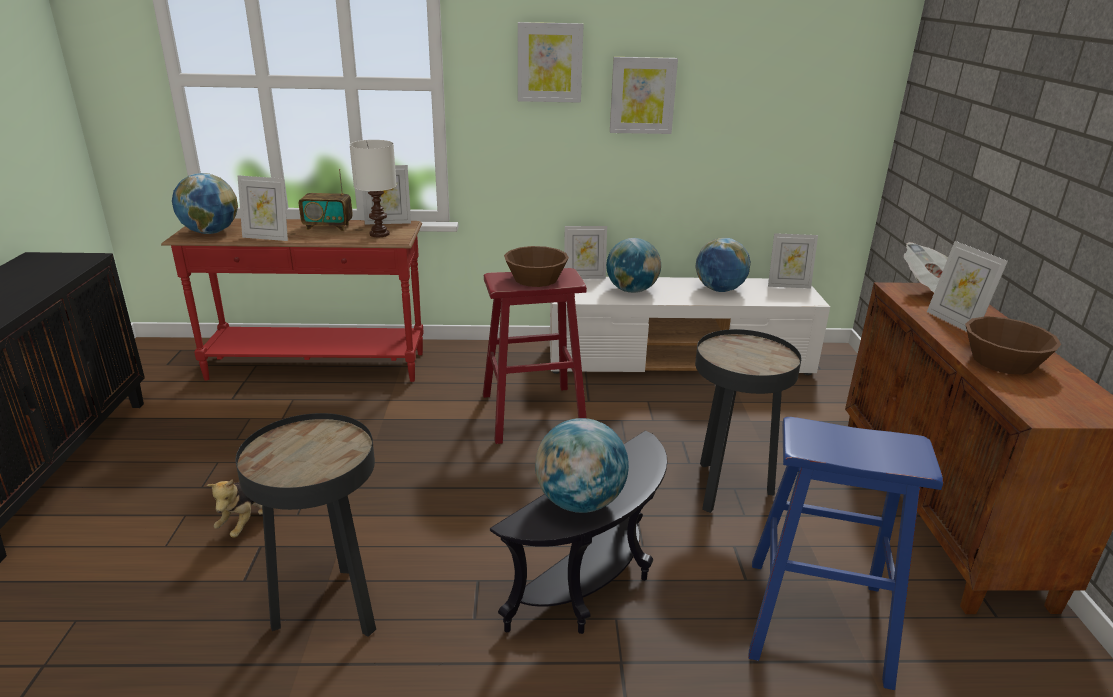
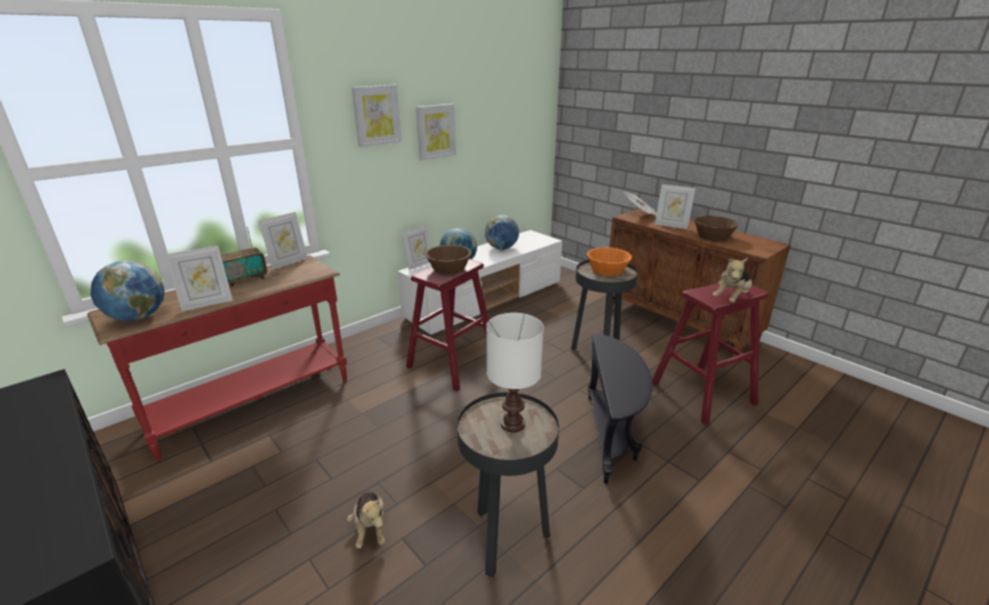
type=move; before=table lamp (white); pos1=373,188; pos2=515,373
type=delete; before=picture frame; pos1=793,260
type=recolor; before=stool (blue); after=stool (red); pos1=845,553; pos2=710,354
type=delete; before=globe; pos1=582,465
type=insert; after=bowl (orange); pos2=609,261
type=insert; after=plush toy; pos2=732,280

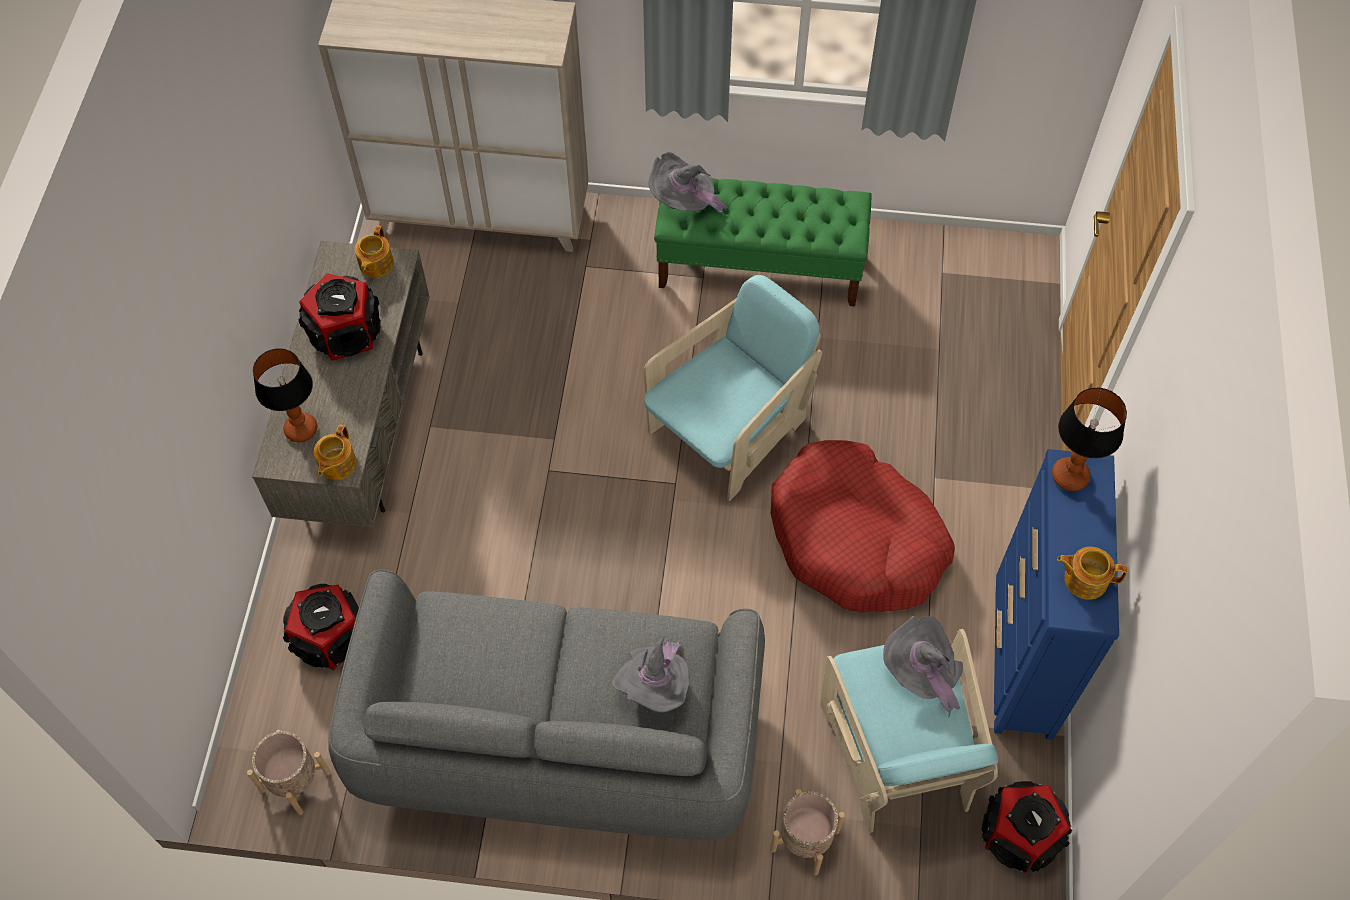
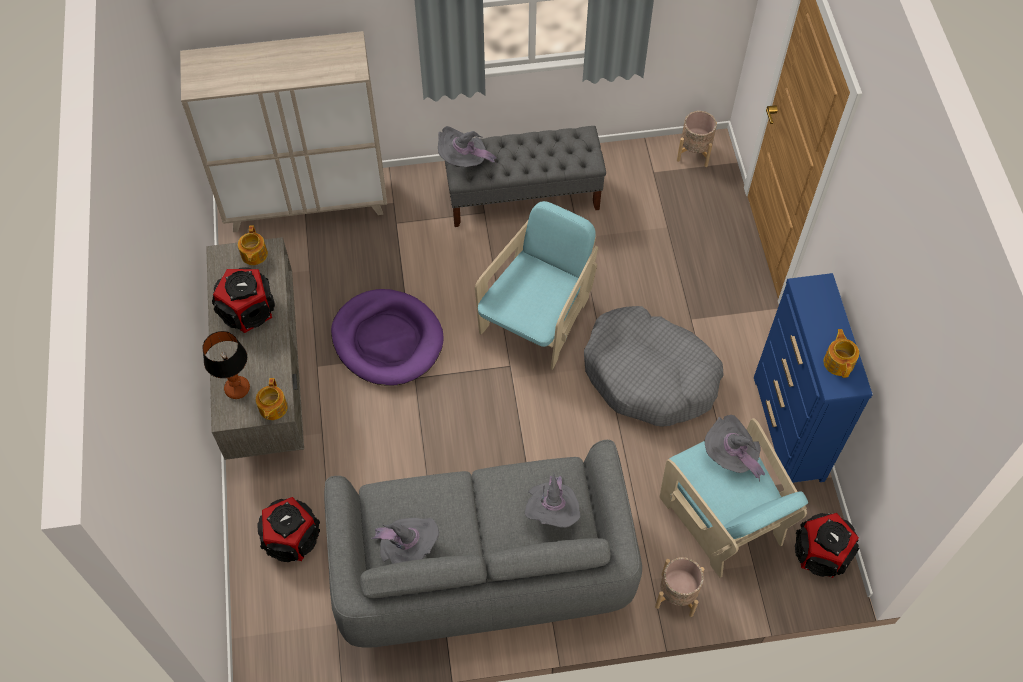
type=recolor; before=bench (green); after=bench (grey); pos1=763,242; pos2=525,176
type=delete; before=table lamp; pos1=1089,439
type=recolor; before=dog bed (red); after=dog bed (grey); pos1=863,526; pos2=654,366
type=rotate; before=teapot; pos1=1092,573; pos2=841,353; turn=90
type=move; before=planter (beige); pos1=289,772; pos2=697,139
type=insert; after=dog bed (purple); pos2=387,337
type=insert; after=hat (grey); pos2=405,541

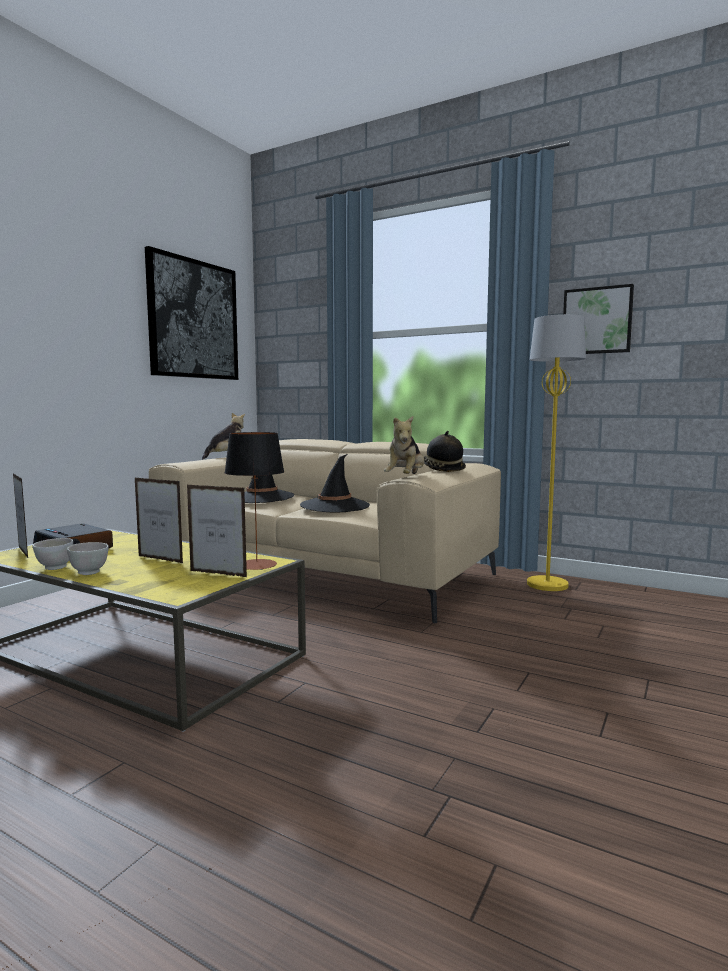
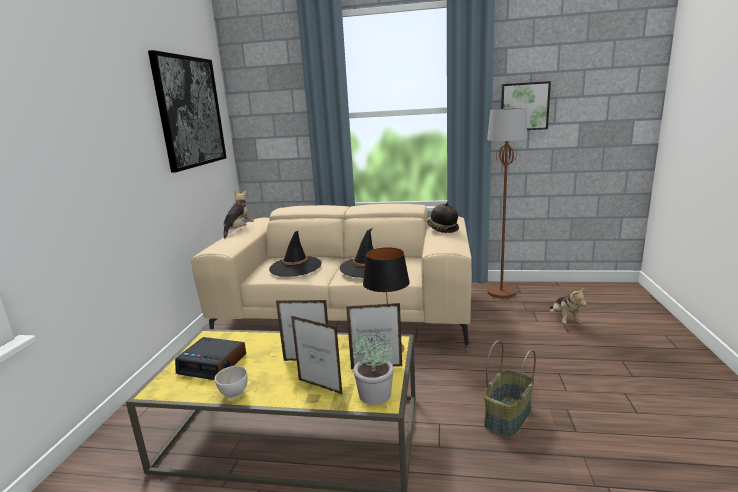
type=recolor; before=floor lamp (yellow); after=floor lamp (brown); pos1=556,452; pos2=507,203
type=move; before=plush toy; pos1=404,445; pos2=568,305
type=move; before=picture frame; pos1=20,515; pos2=317,355
type=delete; before=bowl (white); pos1=88,558
type=insert; after=potted plant; pos2=373,366
type=insert; after=basket; pos2=510,388

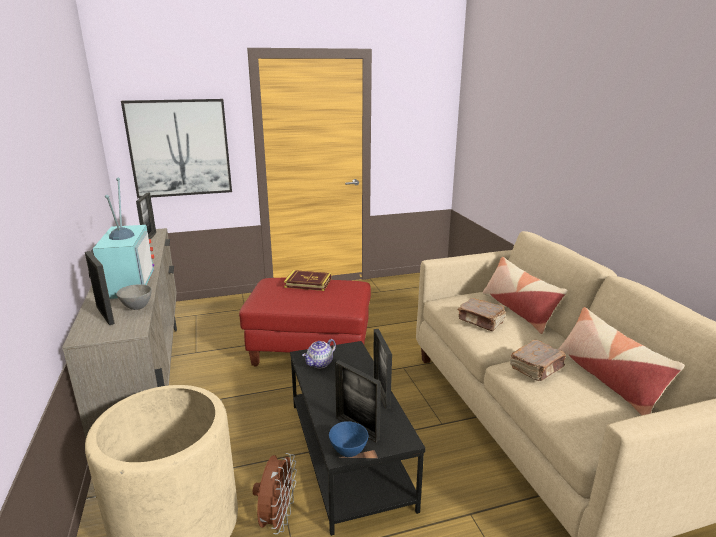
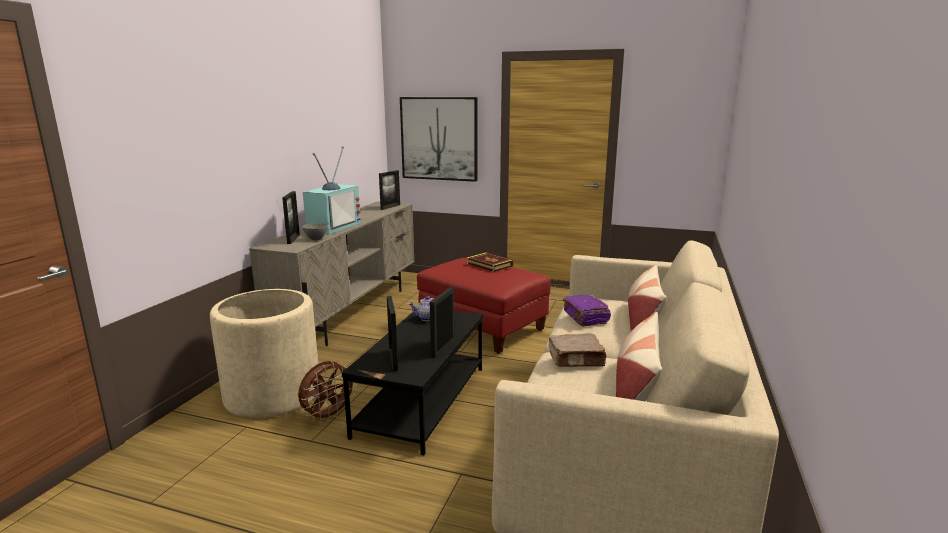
type=recolor; before=book (brown); after=book (purple); pos1=482,314; pos2=587,310
type=delete; before=bowl (blue); pos1=349,439

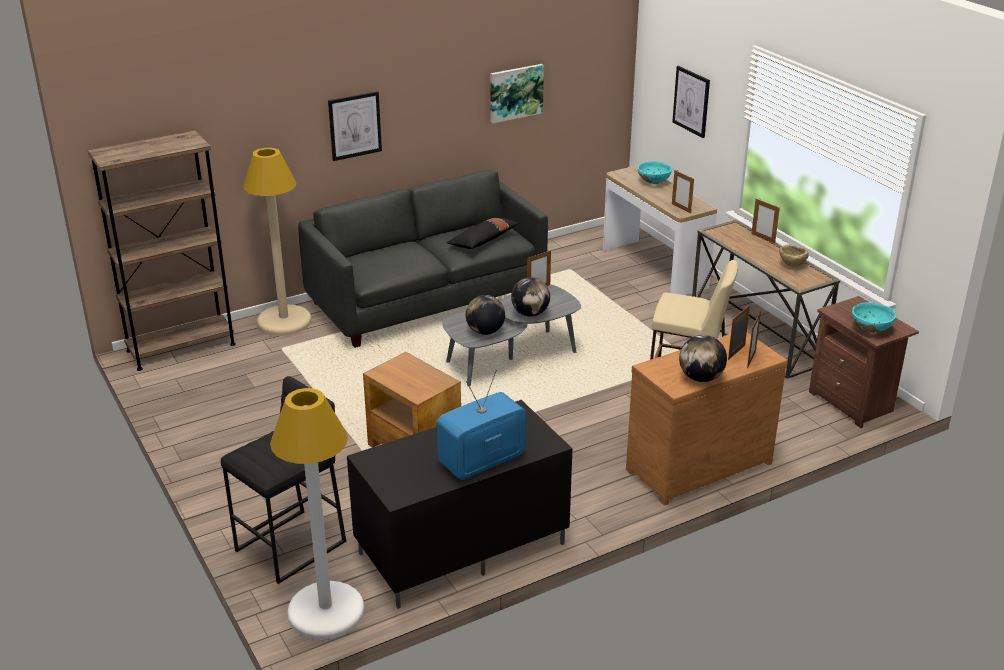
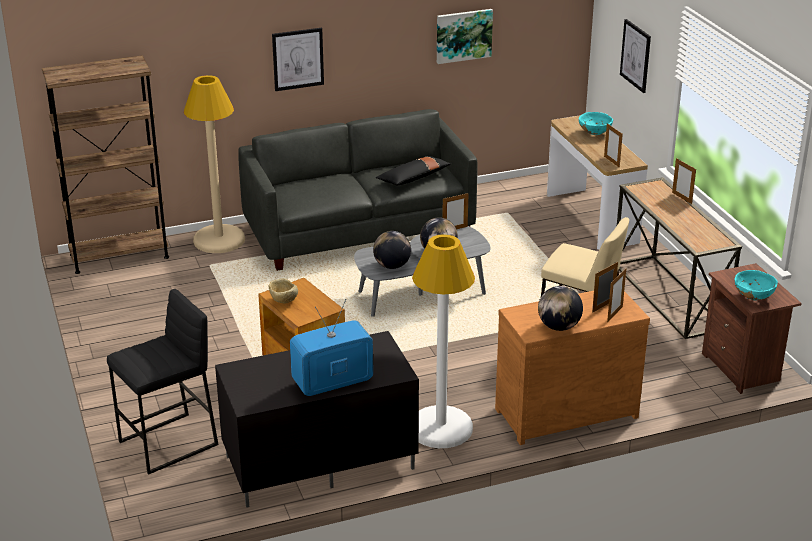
type=move; before=bowl (beige); pos1=794,255; pos2=283,290
type=move; before=floor lamp (white); pos1=317,514; pos2=443,341

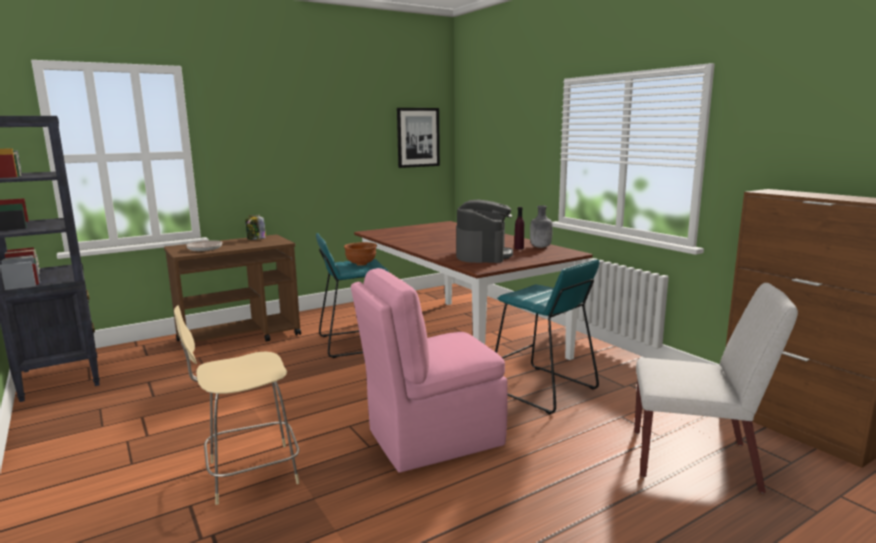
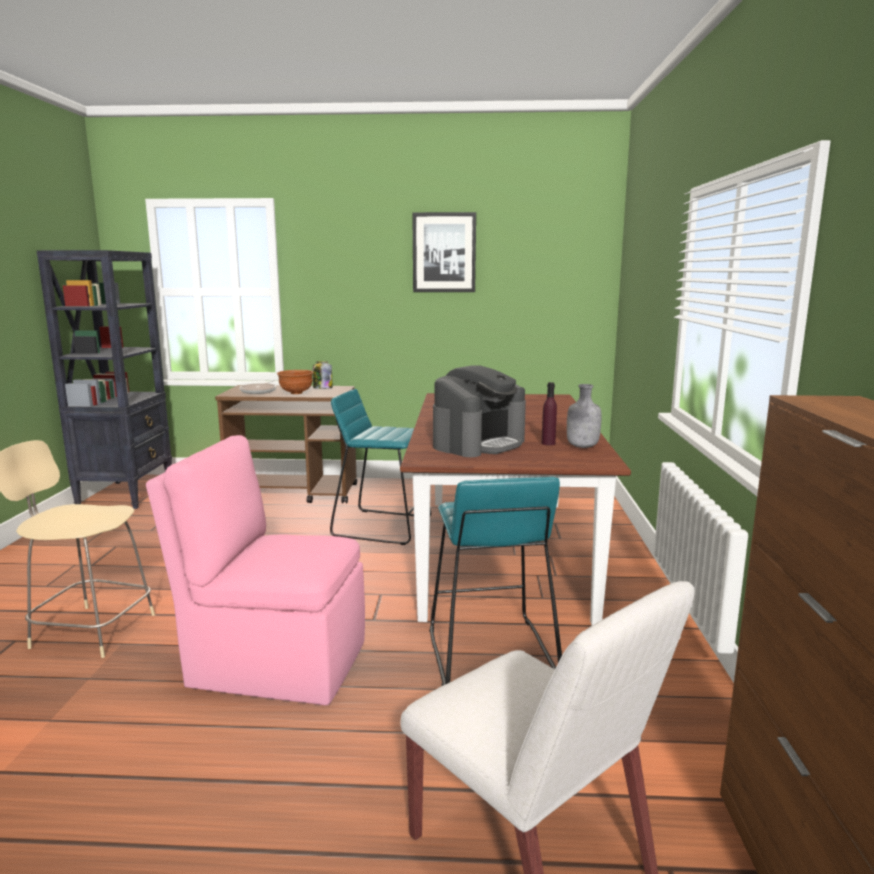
type=move; before=picture; pos1=418,138; pos2=444,252
type=move; before=bowl (brown); pos1=360,254; pos2=295,382

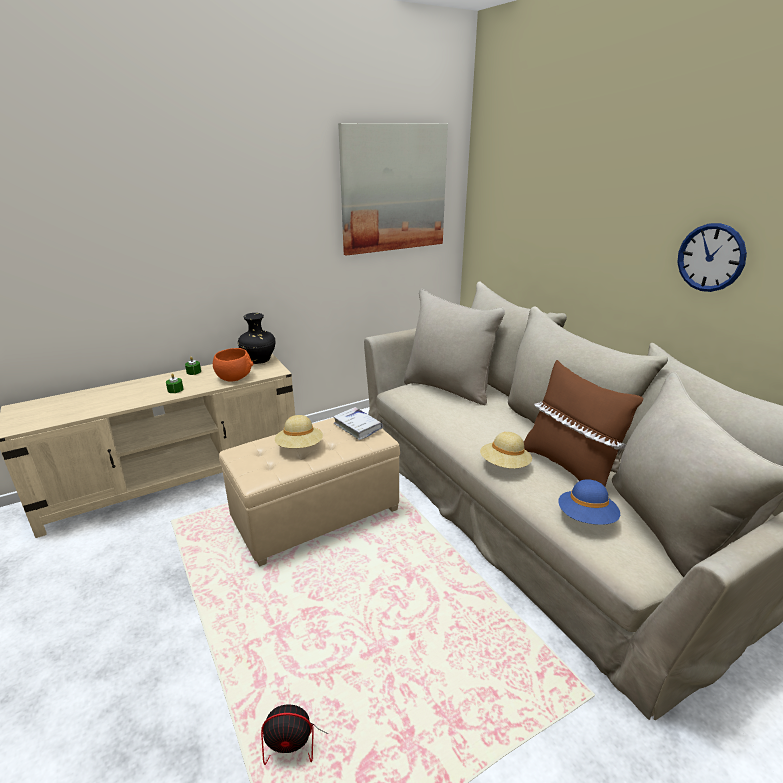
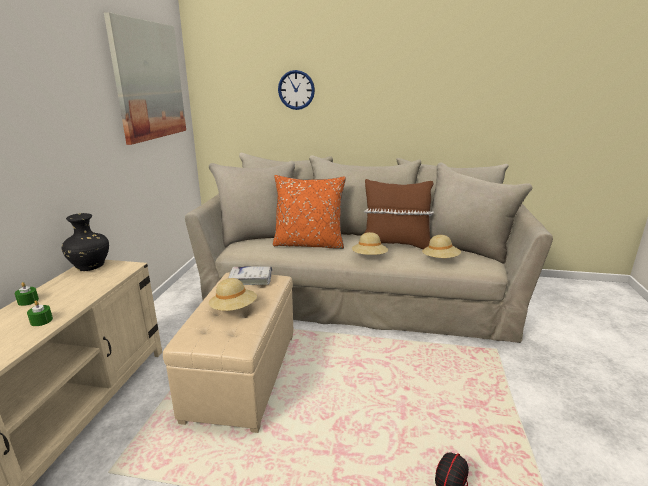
type=move; before=wall clock; pos1=712,257; pos2=296,90
type=delete; before=bowl (orange); pos1=233,365
type=recolor; before=hat (blue); after=hat (beige); pos1=589,502; pos2=441,246
type=insert; after=pillow (orange); pos2=309,212

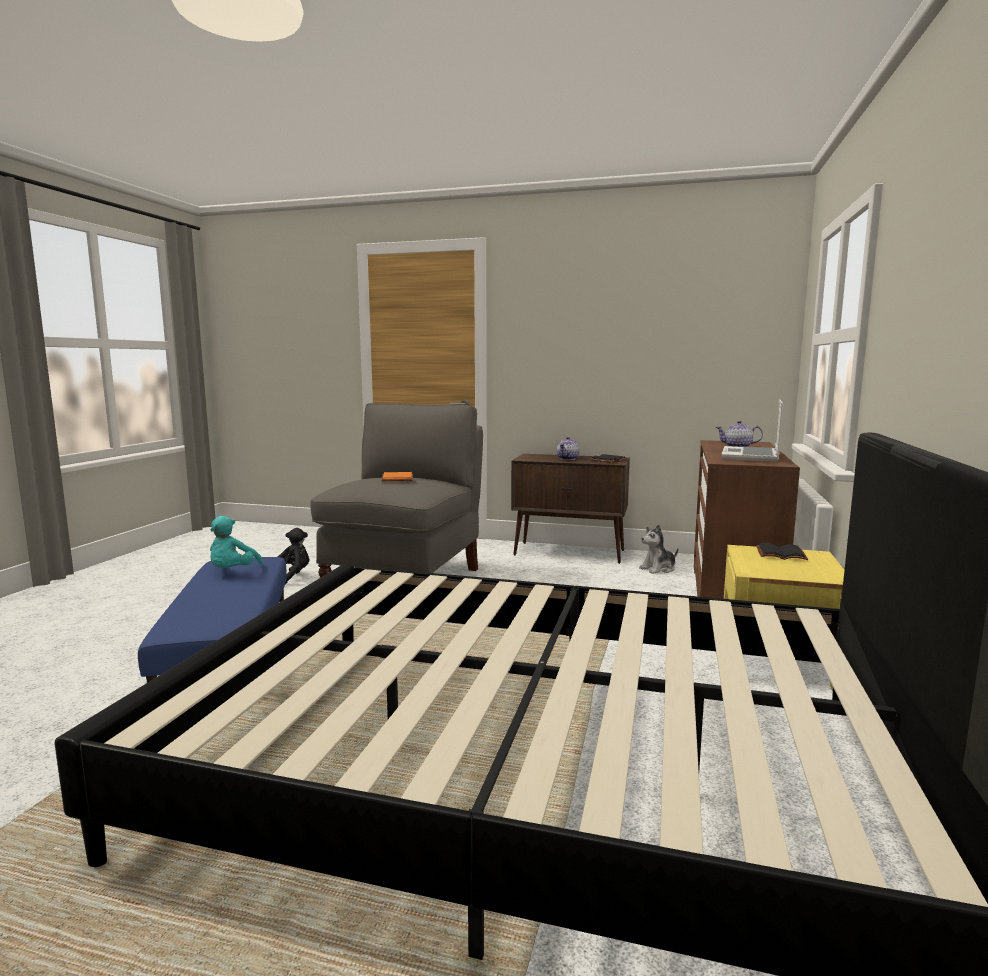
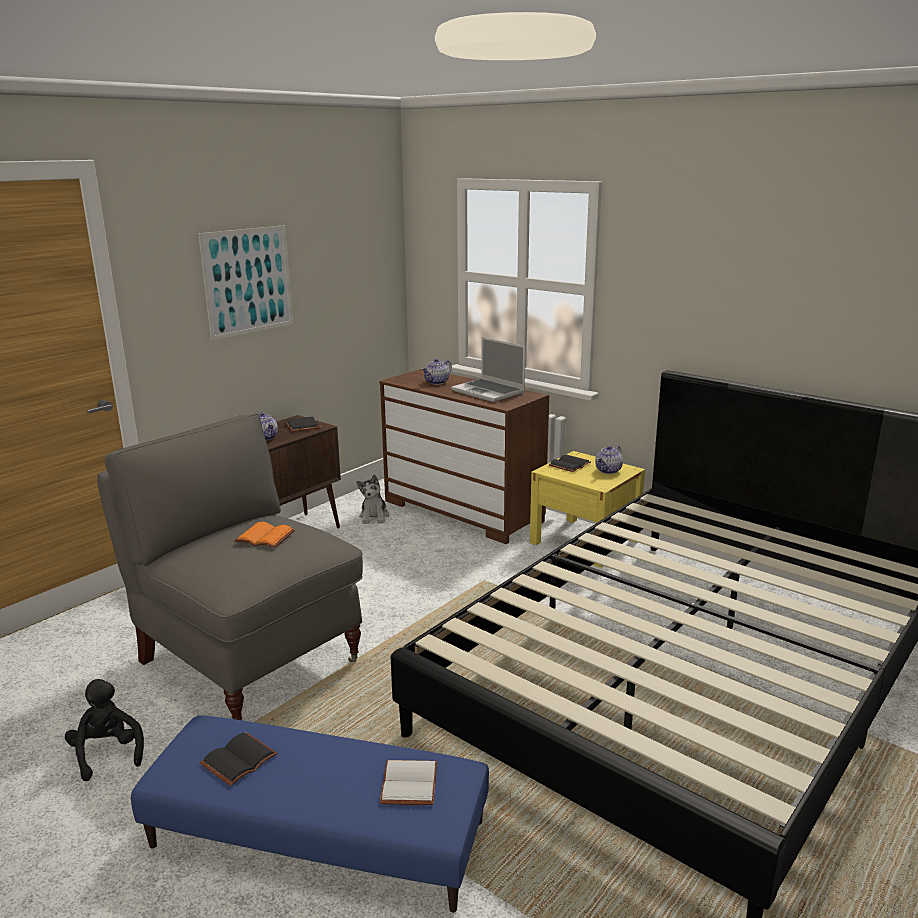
type=replace; before=plush toy (turquoise); after=book (black); pos1=236,542; pos2=239,759
type=insert; after=picture; pos2=245,282
type=insert; after=teapot; pos2=609,460
type=insert; after=book (white); pos2=408,782

